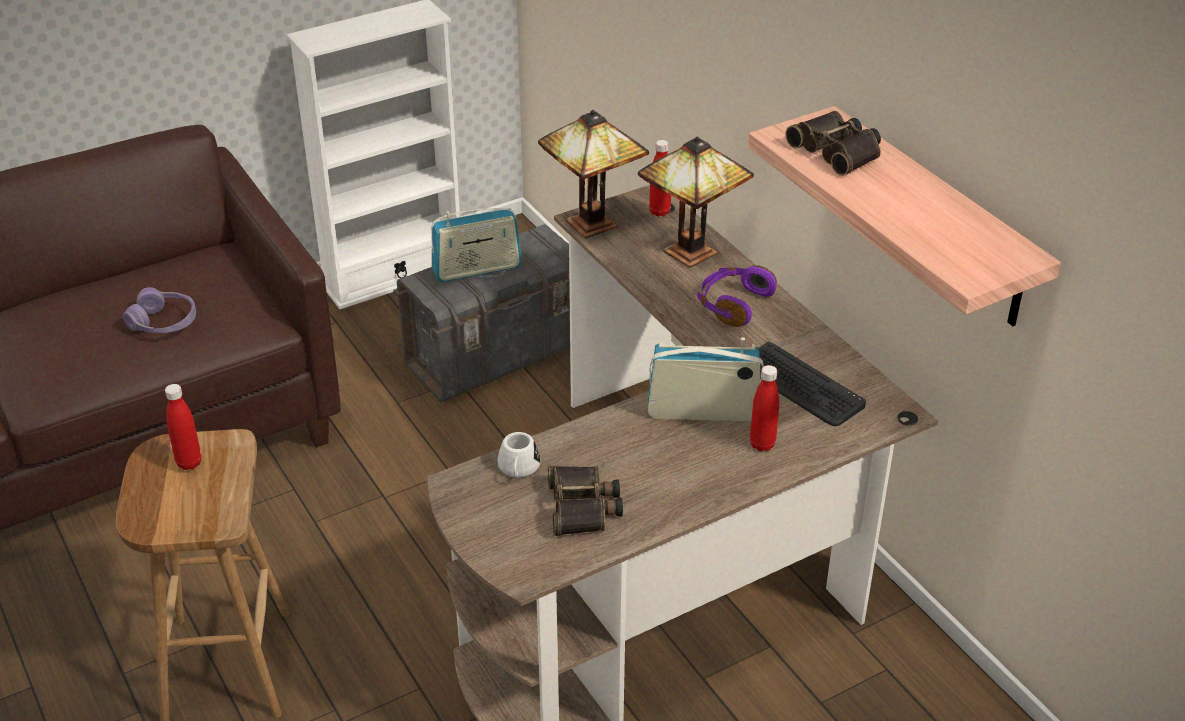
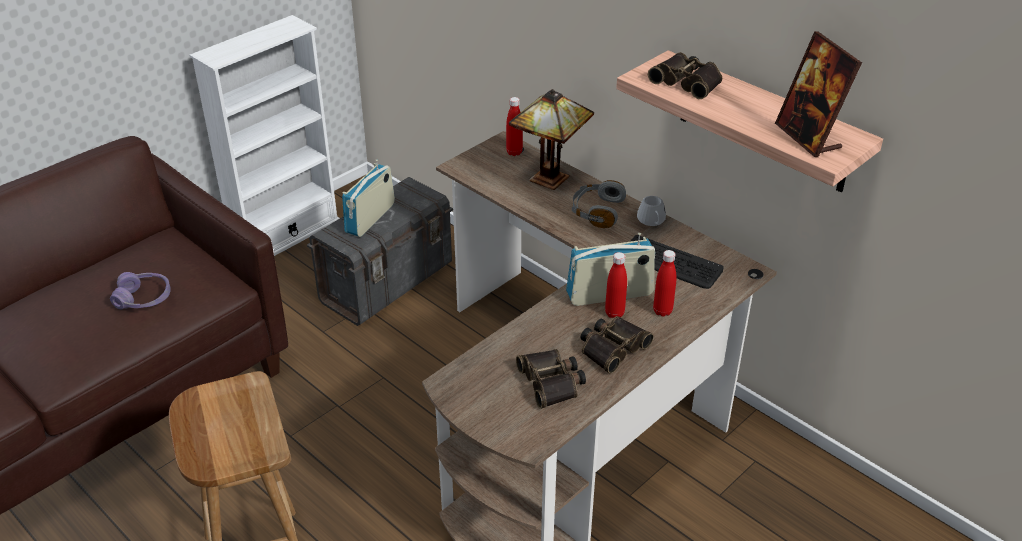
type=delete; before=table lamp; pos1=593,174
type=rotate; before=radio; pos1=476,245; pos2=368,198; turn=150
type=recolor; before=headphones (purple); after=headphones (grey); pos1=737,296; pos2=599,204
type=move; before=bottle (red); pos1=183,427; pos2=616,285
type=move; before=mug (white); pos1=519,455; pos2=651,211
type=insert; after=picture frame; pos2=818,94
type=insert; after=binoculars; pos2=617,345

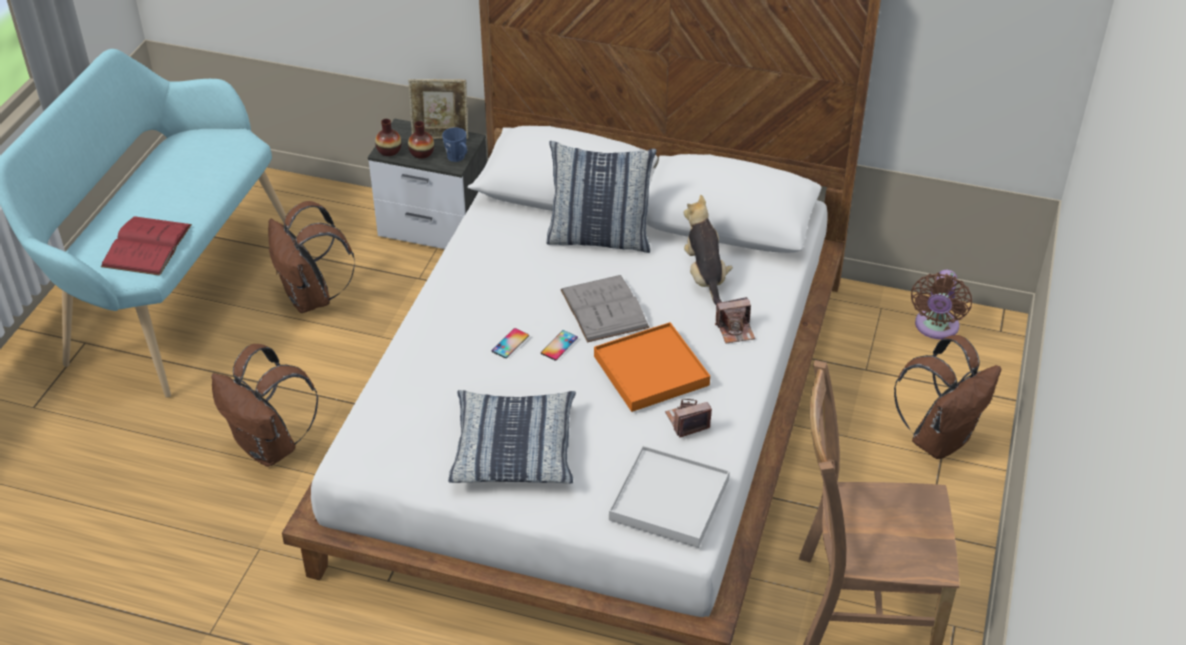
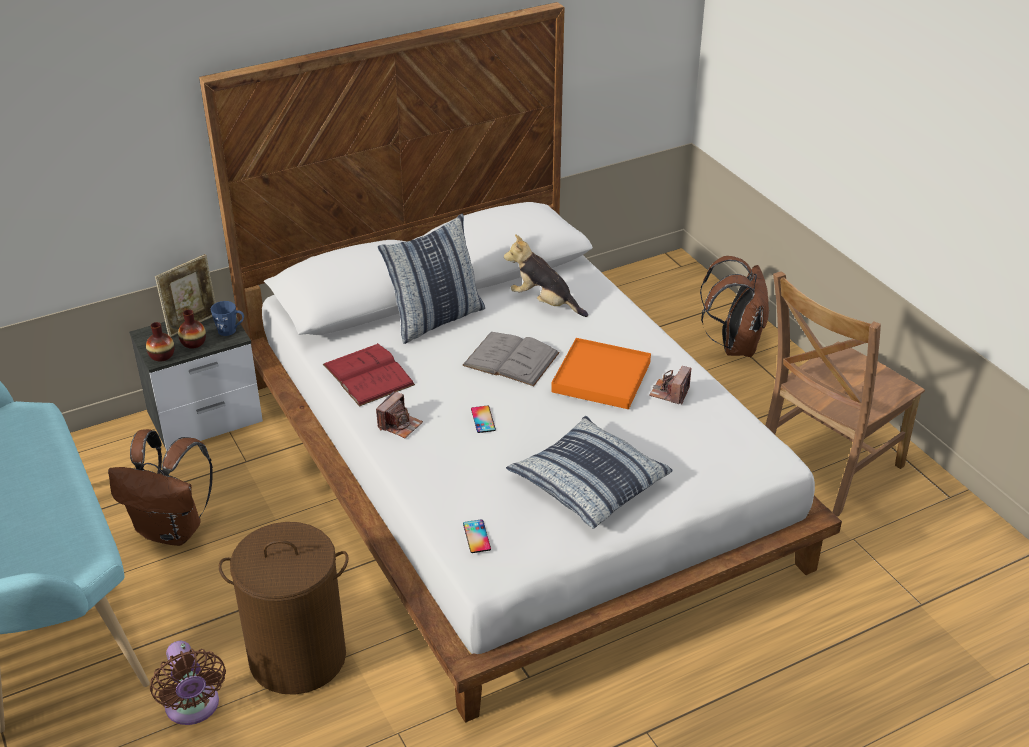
type=move; before=book (red); pos1=146,246; pos2=369,375
type=move; before=fan (brown); pos1=941,304; pos2=188,683
type=move; before=photo camera; pos1=735,320; pos2=399,414
type=move; before=phone; pos1=559,345; pos2=477,536
type=replace; before=backpack (brown); after=laundry basket (brown); pos1=264,405; pos2=284,608
type=delete; before=tray (white); pos1=669,496

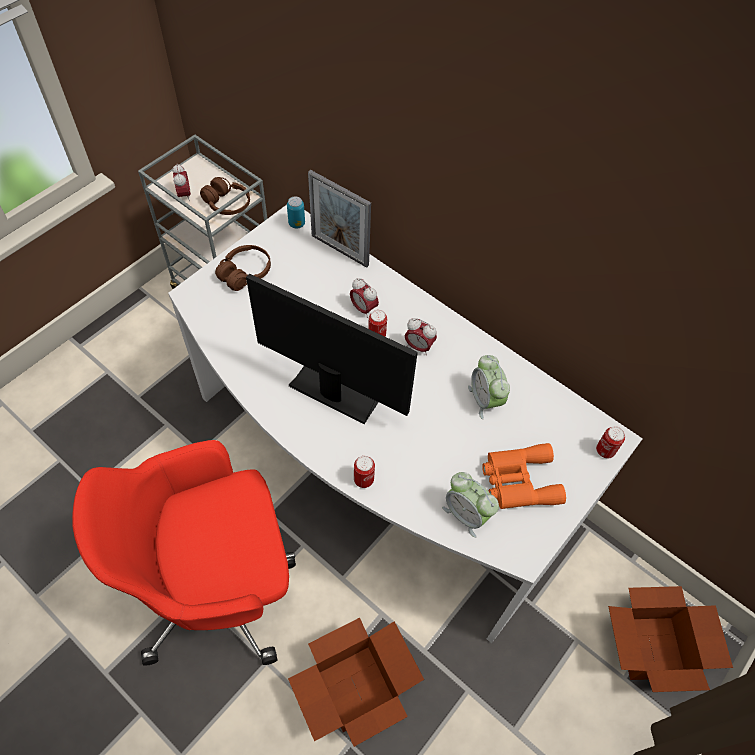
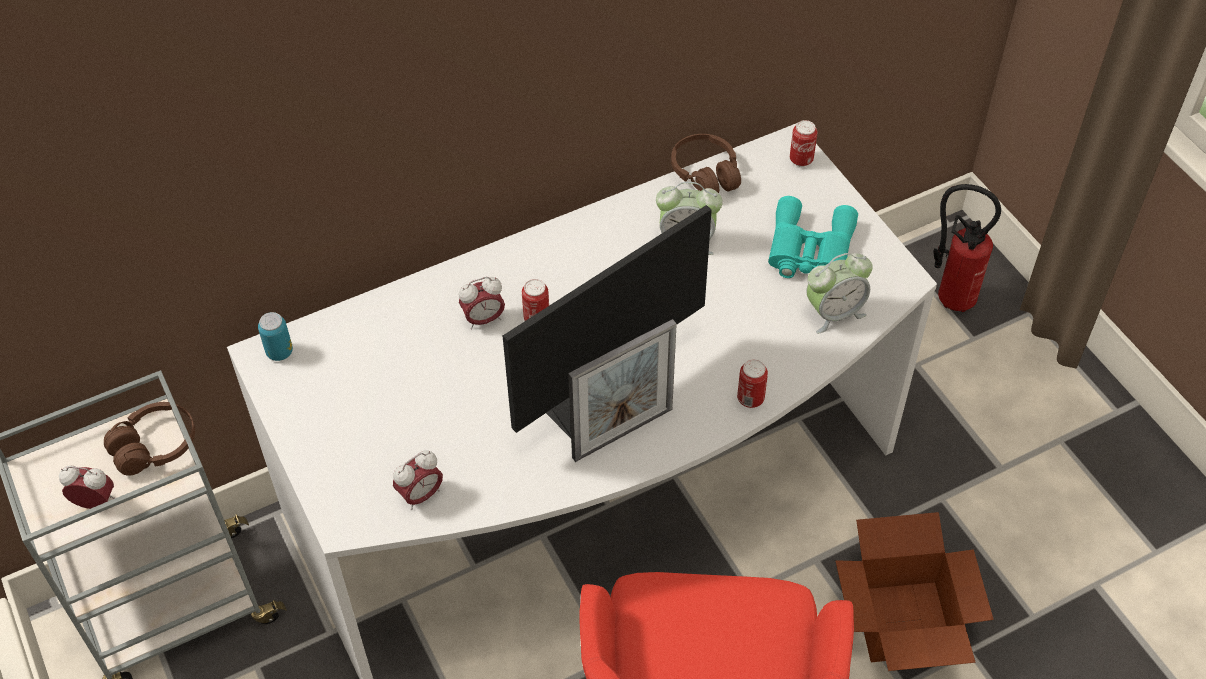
type=move; before=picture frame; pos1=339,219; pos2=622,390
type=move; before=headphones (brown); pos1=243,268; pos2=706,163
type=move; before=alarm clock; pos1=421,336; pos2=418,480
type=recolor; before=binoculars (orange); after=binoculars (turquoise); pos1=524,476; pos2=813,237
type=replace; before=cardboard box; after=fire extinguisher; pos1=670,639; pos2=967,248

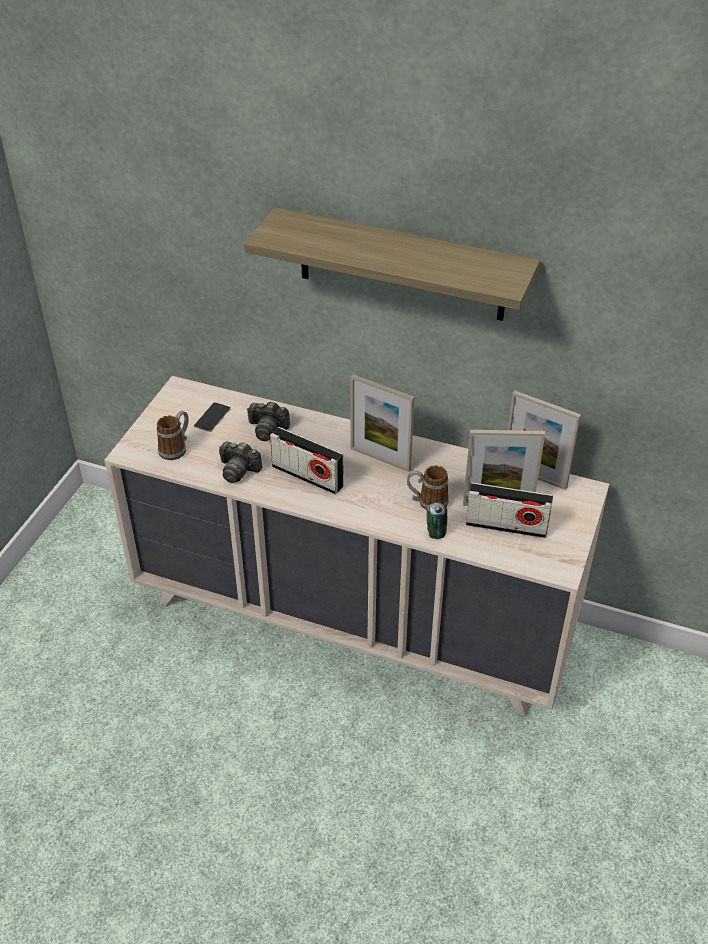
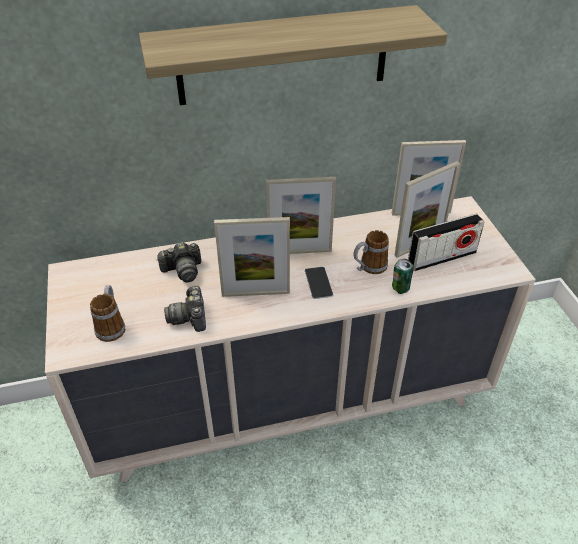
type=move; before=phone; pos1=212,417; pos2=319,283
type=replace; before=radio; after=picture frame; pos1=307,460; pos2=252,257
type=rotate; before=photo camera; pos1=240,462; pos2=185,309; turn=90

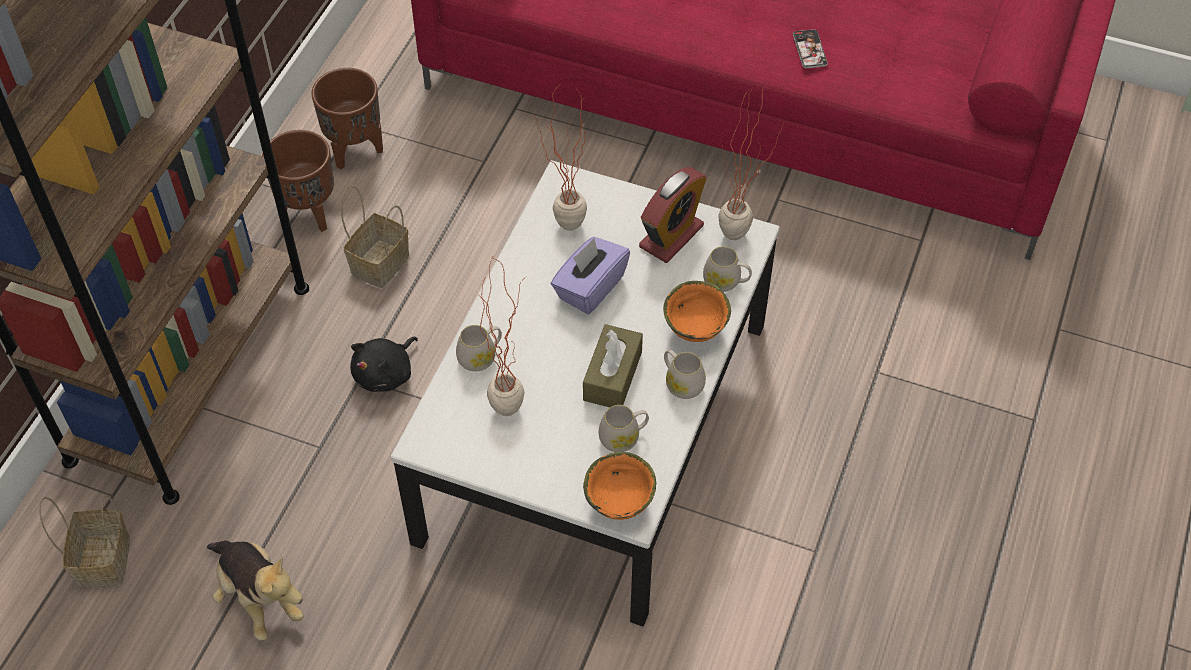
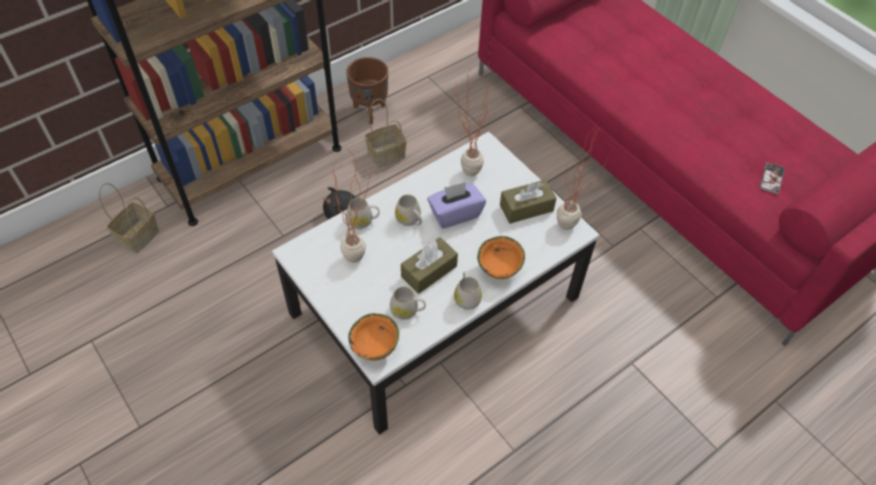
type=move; before=phone; pos1=810,48; pos2=772,178
type=delete; before=planter (brown); pos1=347,119
type=replace; before=alarm clock; after=tissue box (brown); pos1=673,215; pos2=528,202
type=move; before=mug (white); pos1=727,269; pos2=408,210
type=delete; before=plush toy; pos1=255,591

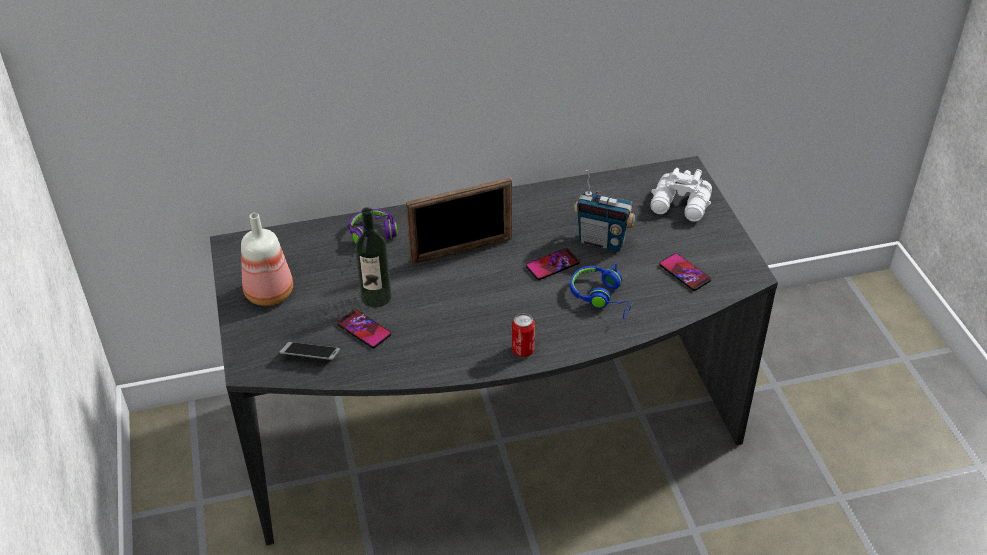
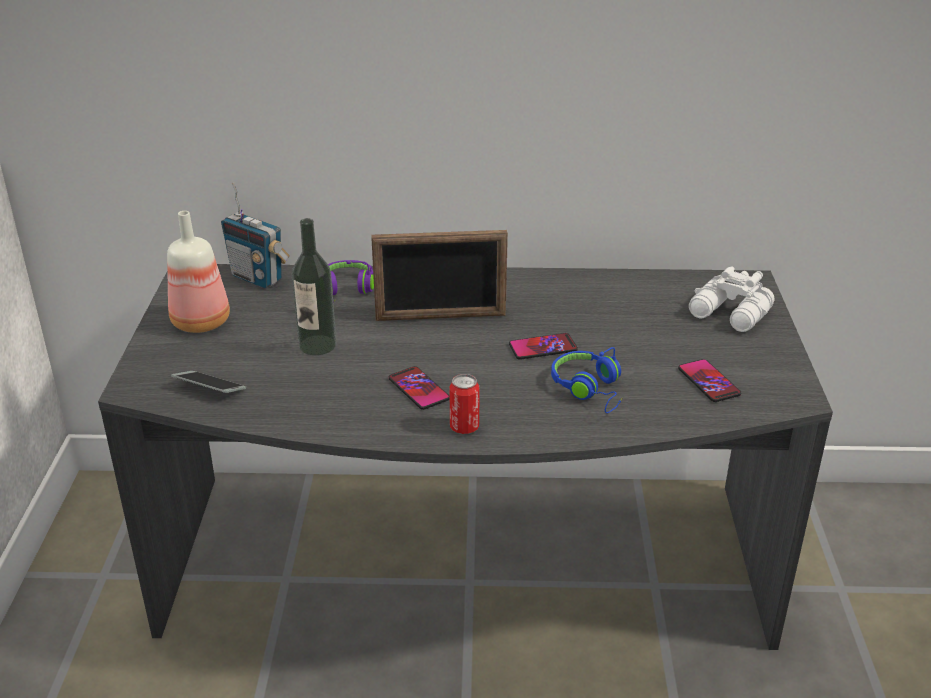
type=move; before=radio; pos1=604,211; pos2=255,235
type=move; before=phone; pos1=364,328; pos2=419,388

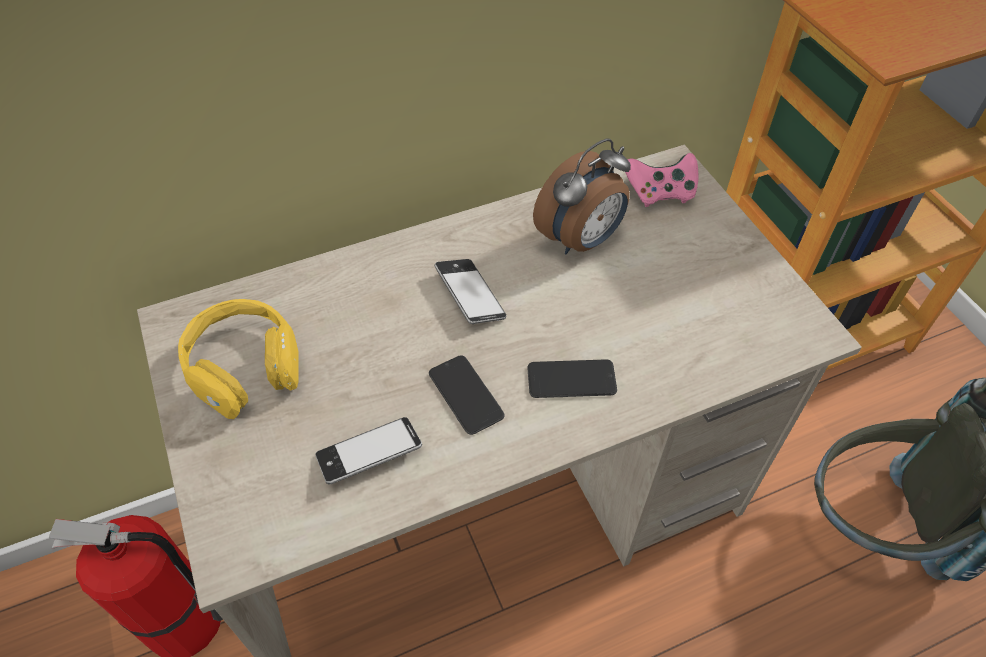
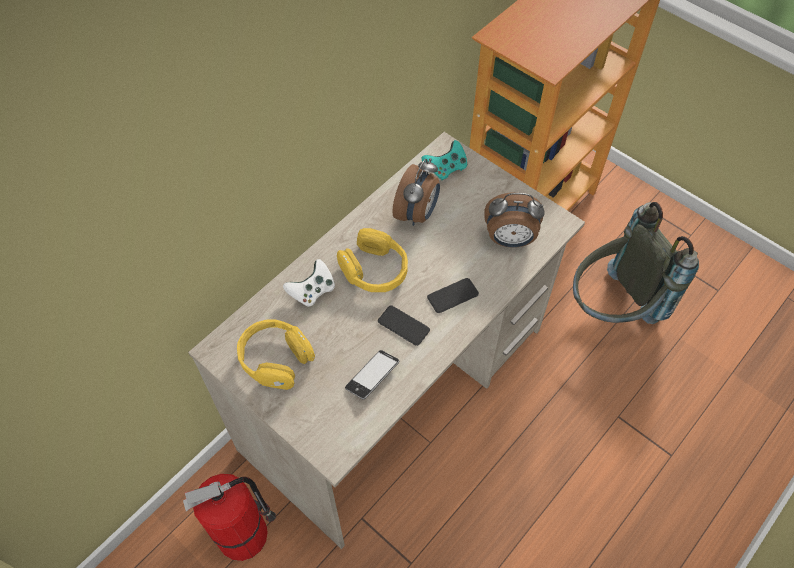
type=recolor; before=game controller (pink); after=game controller (turquoise); pos1=662,180; pos2=444,160
type=replace; before=phone; after=headphones (yellow); pos1=470,291; pos2=372,260
type=insert; after=alarm clock; pos2=514,219
type=insert; after=game controller (white); pos2=309,283

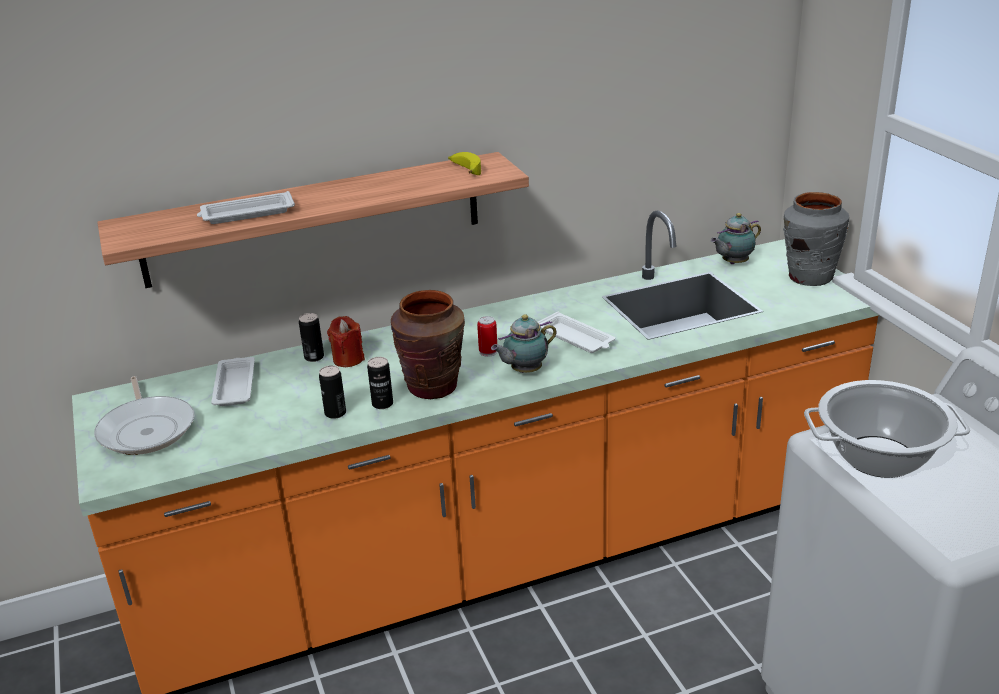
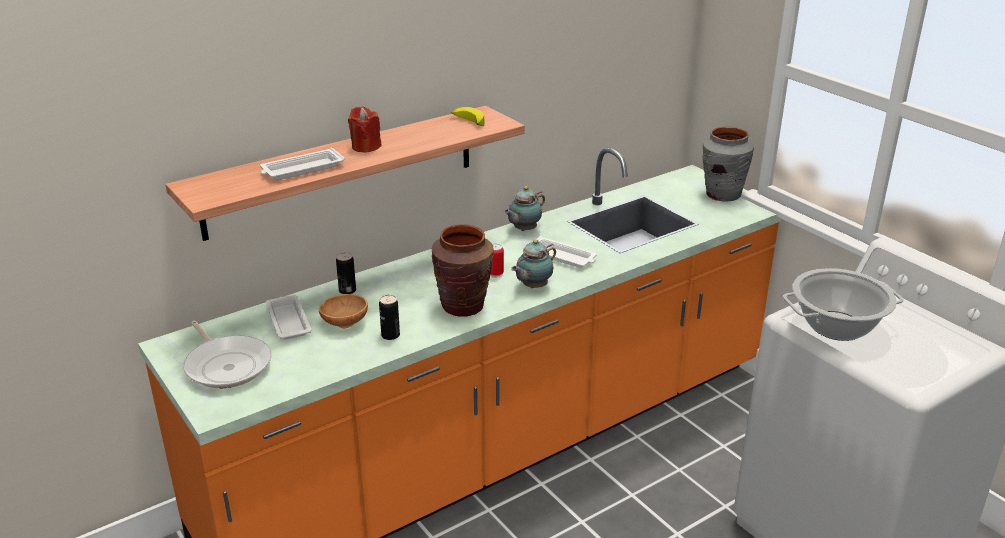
type=move; before=teapot; pos1=736,238; pos2=524,208
type=move; before=candle (red); pos1=346,341; pos2=365,129
type=delete; before=can; pos1=380,383
type=insert; after=bowl (brown); pos2=343,311

